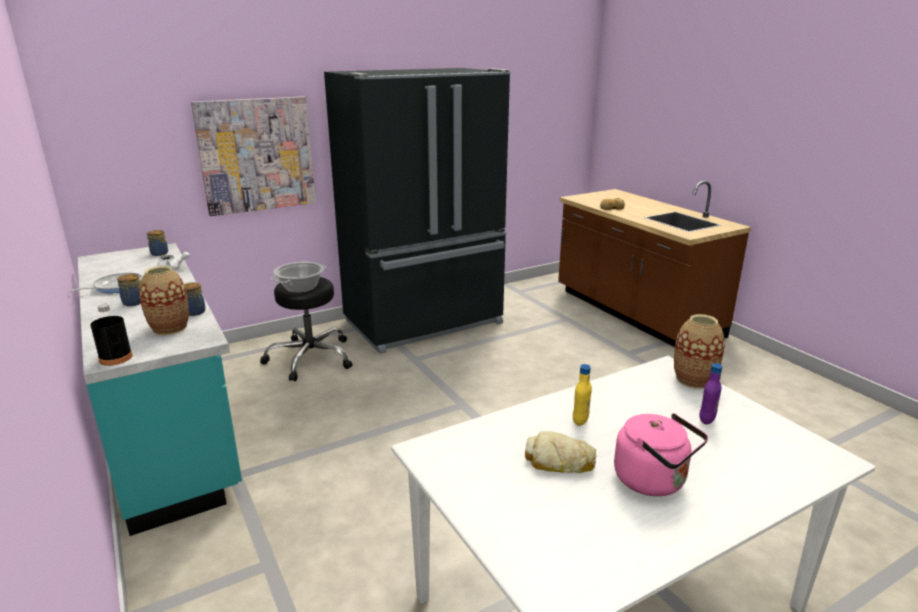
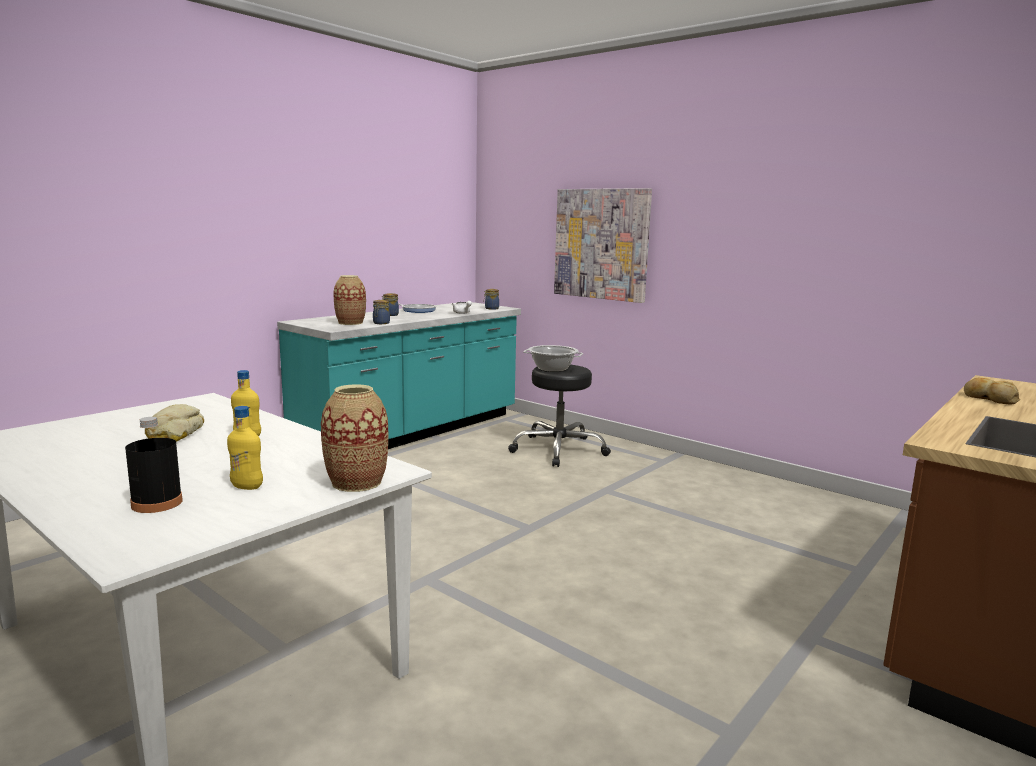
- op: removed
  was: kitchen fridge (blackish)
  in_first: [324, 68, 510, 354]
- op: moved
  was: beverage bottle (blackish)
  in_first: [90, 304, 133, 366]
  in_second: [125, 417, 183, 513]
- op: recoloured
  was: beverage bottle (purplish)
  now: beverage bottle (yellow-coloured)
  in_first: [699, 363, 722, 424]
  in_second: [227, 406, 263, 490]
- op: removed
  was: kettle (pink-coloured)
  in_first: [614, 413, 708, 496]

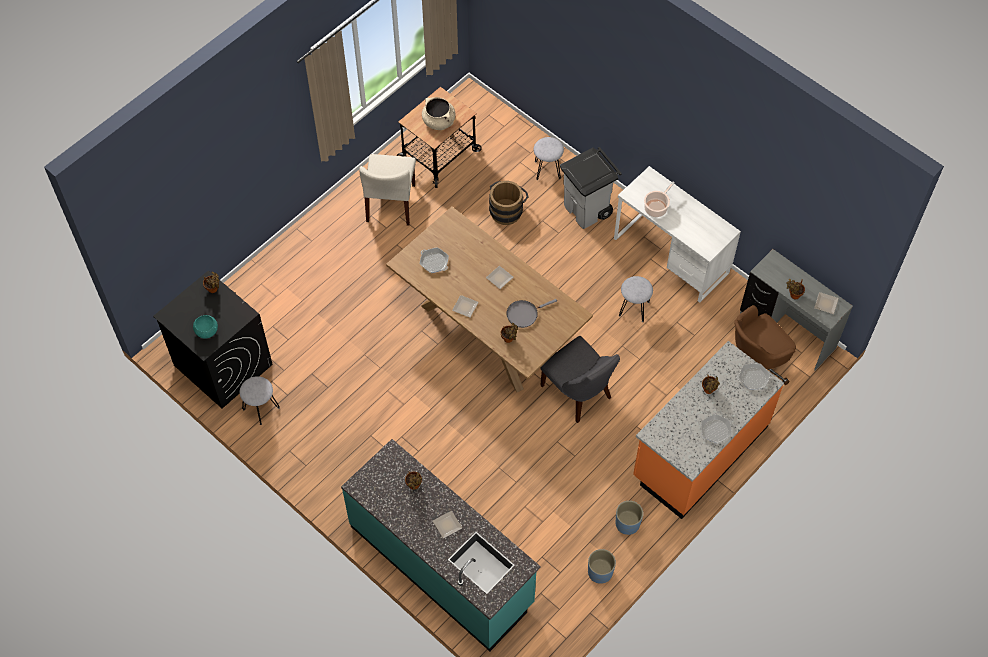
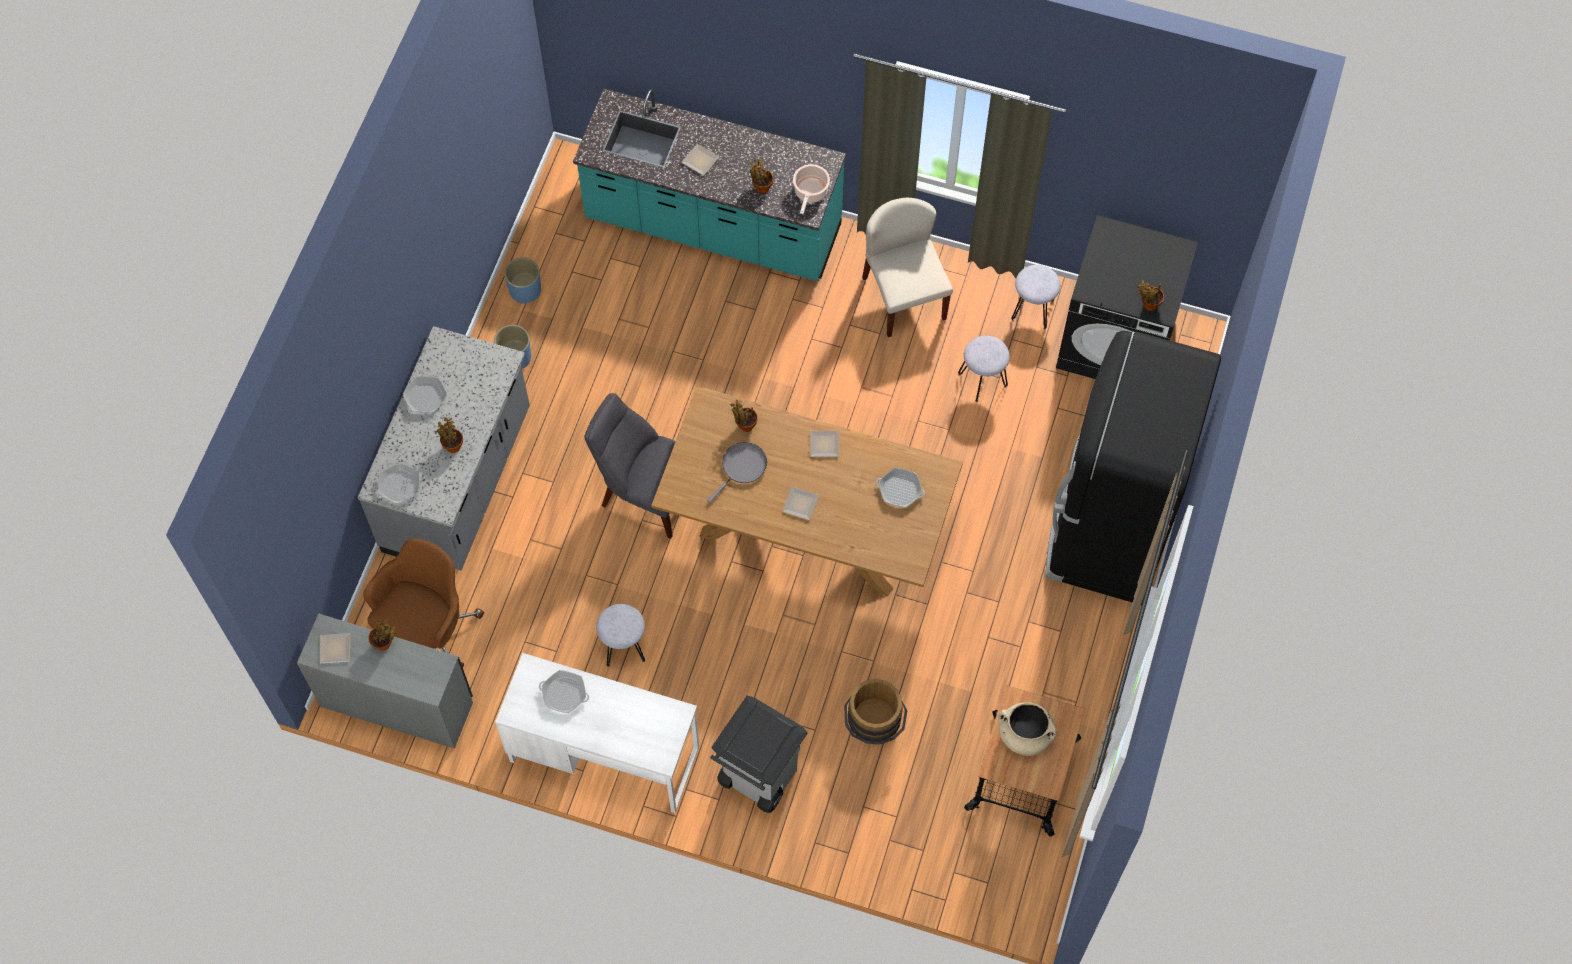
- op: moved
  was: stool (gray)
  in_first: [534, 137, 564, 180]
  in_second: [958, 336, 1010, 402]
- op: moved
  was: chair (beige)
  in_first: [359, 154, 416, 226]
  in_second: [862, 198, 953, 337]
- op: moved
  was: saucepot
  in_first: [644, 182, 675, 217]
  in_second: [793, 164, 830, 214]
- op: removed
  was: deep dish (turquoise)
  in_first: [193, 315, 218, 339]
- op: recoloured
  was: kitchen base unit (orange)
  now: kitchen base unit (gray)
  in_first: [633, 341, 784, 519]
  in_second: [358, 326, 530, 571]
- op: added
  now: kitchen fridge (blackish)
  in_second: [1046, 331, 1221, 605]
- op: added
  now: frying pan
  in_second: [539, 670, 589, 713]

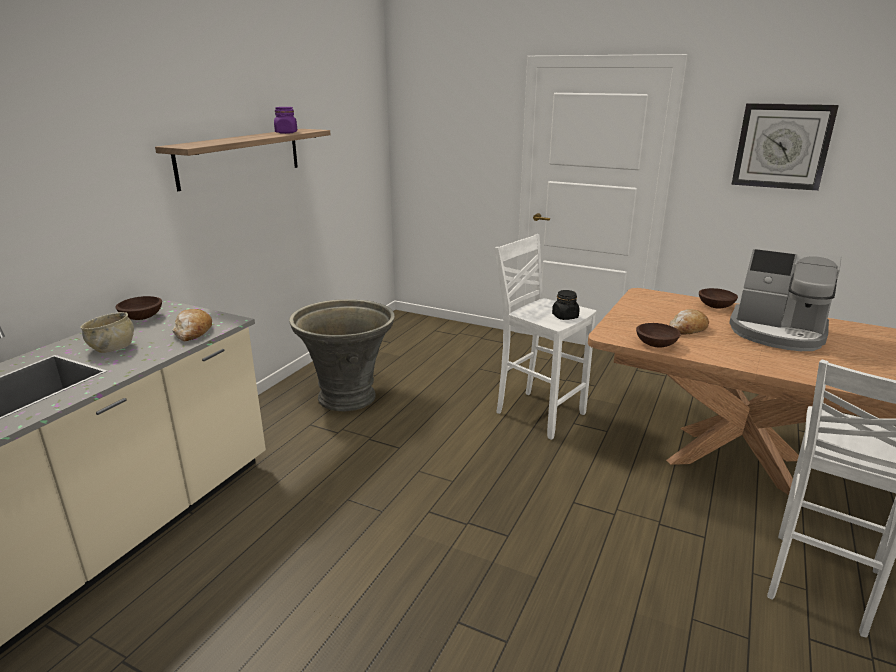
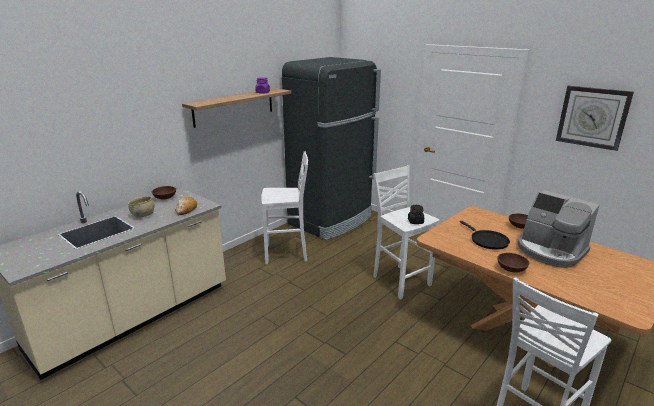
- op: replaced
  was: plant pot (gray)
  now: stool (white)
  in_first: [289, 299, 395, 411]
  in_second: [261, 151, 308, 264]
- op: replaced
  was: bakery bread
  now: frying pan (blackish)
  in_first: [669, 309, 709, 335]
  in_second: [460, 221, 510, 250]
- op: moved
  was: deep dish (brown-coloured)
  in_first: [636, 323, 681, 347]
  in_second: [497, 253, 529, 273]
- op: added
  now: kitchen fridge (blackish)
  in_second: [282, 57, 381, 240]

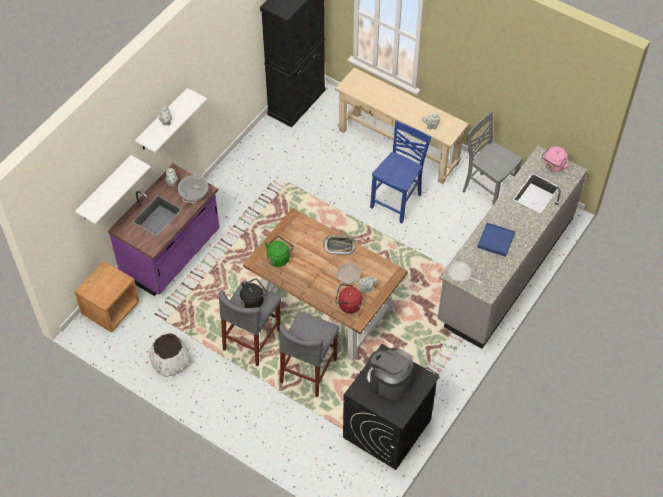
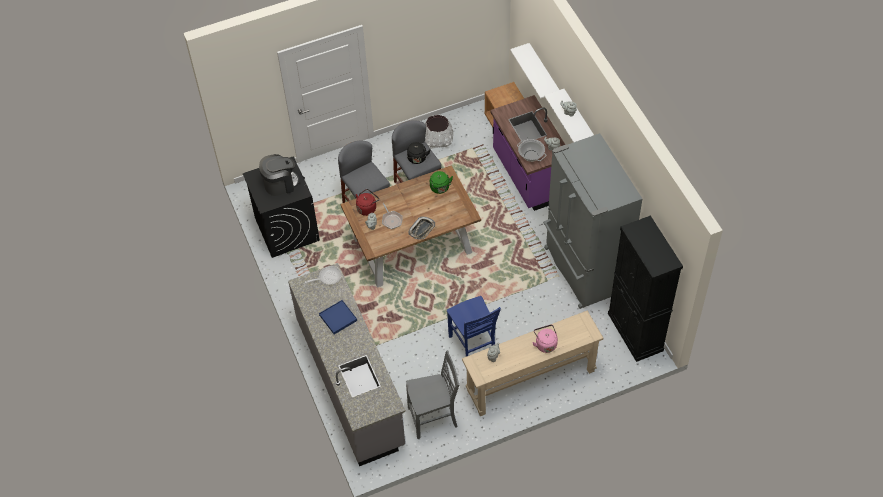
- op: moved
  was: kettle (pink-coloured)
  in_first: [542, 147, 570, 172]
  in_second: [532, 325, 558, 353]
- op: added
  now: kitchen fridge (gray)
  in_second: [543, 133, 642, 309]

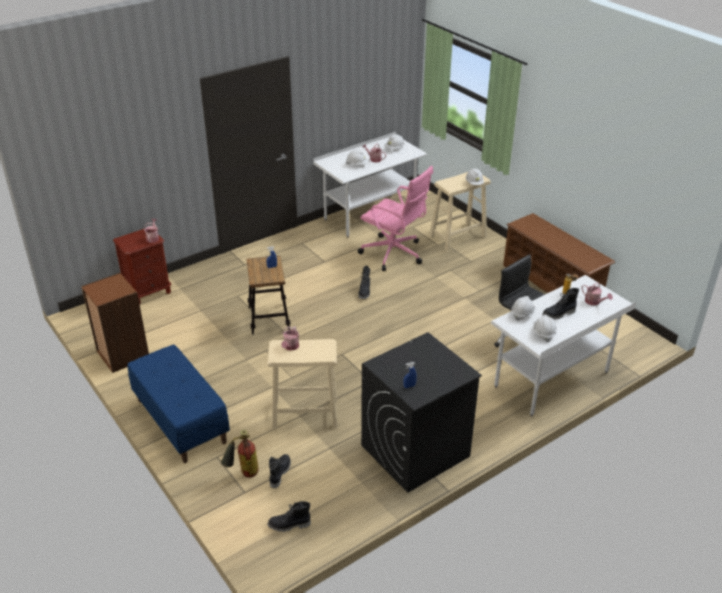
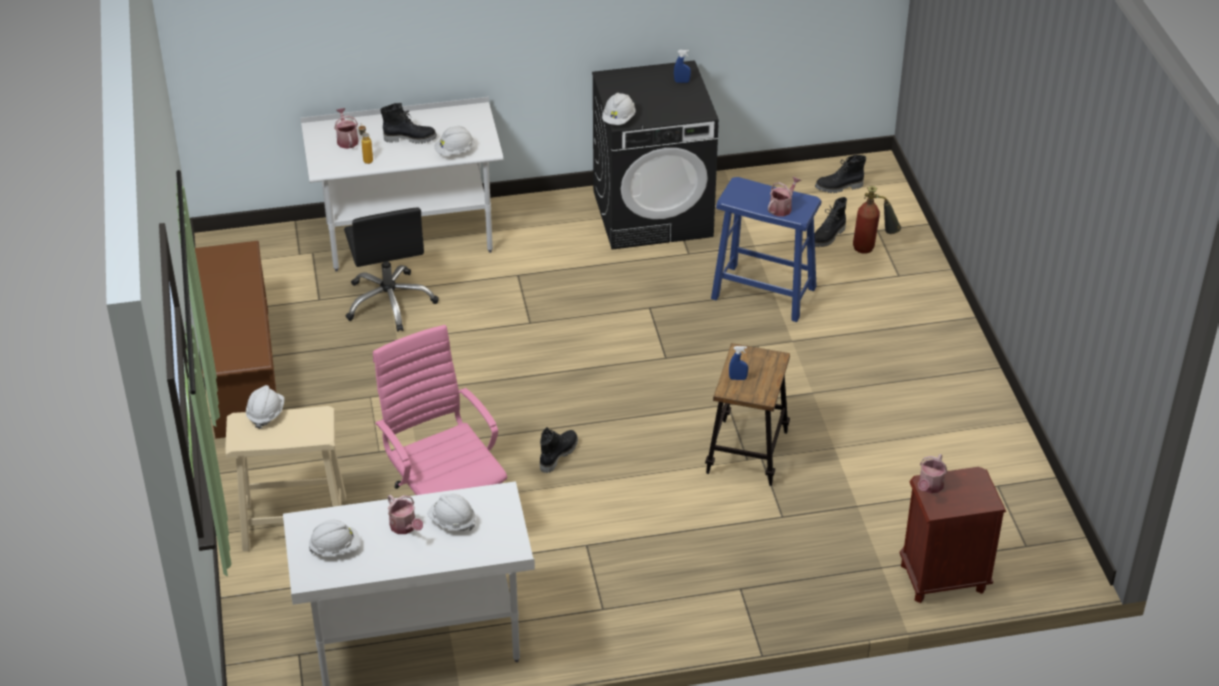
- op: removed
  was: shelving unit (brown-coloured)
  in_first: [81, 273, 149, 373]
- op: moved
  was: safety helmet (white)
  in_first: [533, 314, 557, 342]
  in_second: [602, 93, 636, 125]
- op: recoloured
  was: stool (beige)
  now: stool (bluish)
  in_first: [268, 339, 337, 429]
  in_second: [711, 177, 821, 322]
- op: removed
  was: bench (bluish)
  in_first: [127, 345, 230, 463]
- op: turned
  was: high-top boot (blackish)
  in_first: [268, 501, 311, 532]
  in_second: [815, 155, 866, 193]
  clockwise: 150

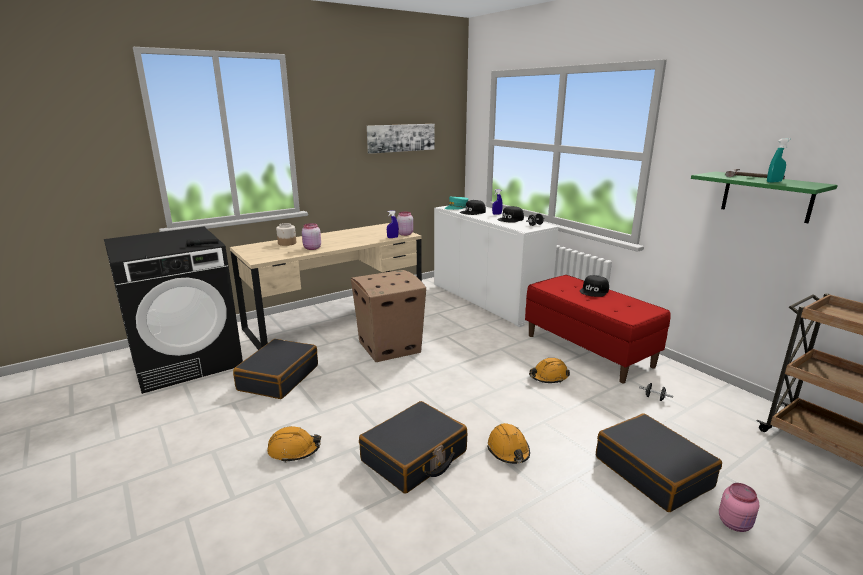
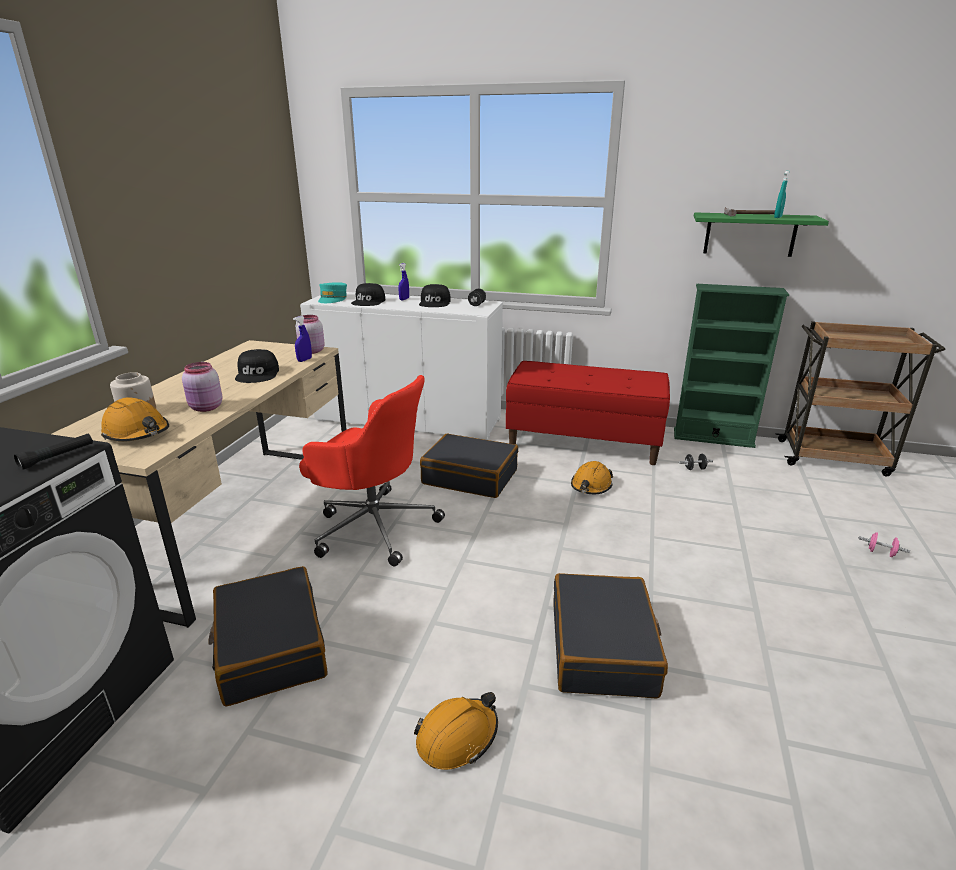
- op: removed
  was: picture
  in_first: [367, 124, 435, 154]
- op: replaced
  was: cardboard box
  now: desk chair (reddish)
  in_first: [351, 270, 426, 362]
  in_second: [299, 375, 445, 567]
- op: moved
  was: peaked cap (blackish)
  in_first: [580, 275, 609, 297]
  in_second: [235, 349, 279, 383]
- op: moved
  was: suitcase (blackish)
  in_first: [596, 413, 722, 512]
  in_second: [420, 434, 518, 498]
- op: moved
  was: safety helmet (orange)
  in_first: [487, 423, 530, 464]
  in_second: [101, 397, 169, 442]
- op: replaced
  was: preserve jar (pink-coloured)
  now: free weight (pink-coloured)
  in_first: [719, 483, 759, 532]
  in_second: [858, 532, 910, 557]
- op: added
  now: shelving unit (green)
  in_second: [674, 284, 789, 448]

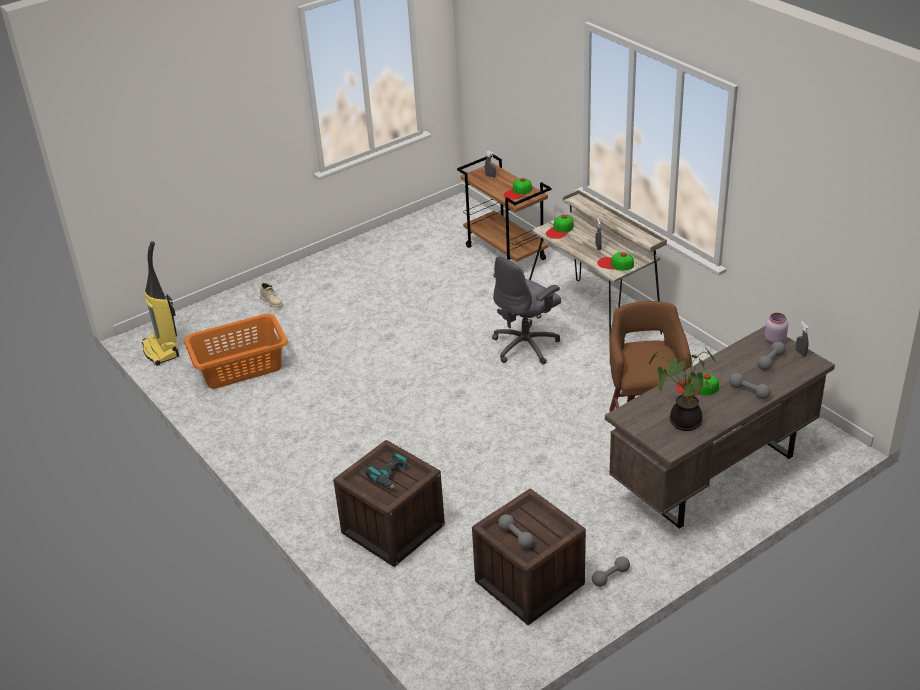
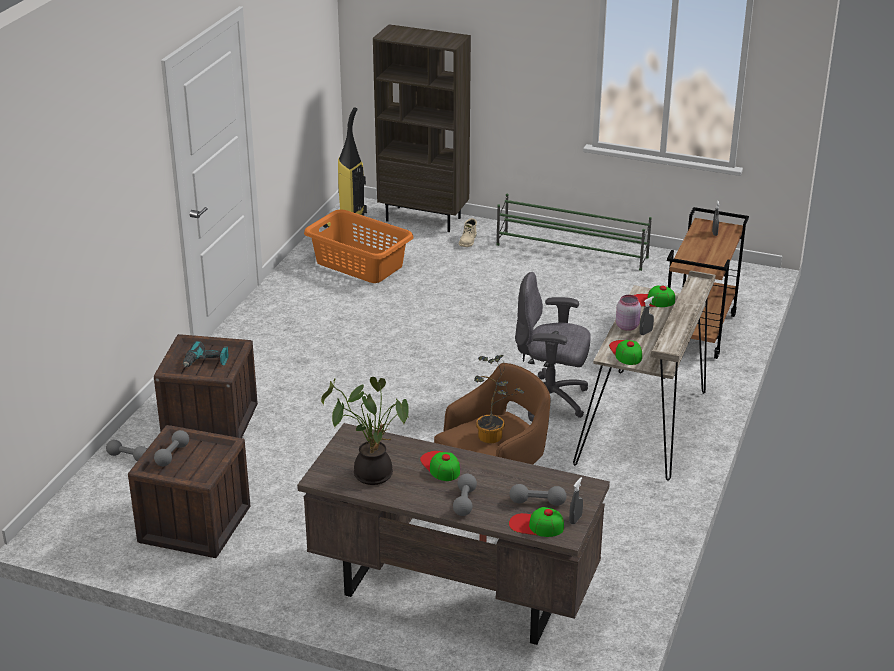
- op: moved
  was: peaked cap
  in_first: [504, 178, 532, 200]
  in_second: [509, 507, 564, 537]
- op: moved
  was: preserve jar (pink-coloured)
  in_first: [765, 313, 788, 344]
  in_second: [616, 295, 641, 331]
- op: moved
  was: free weight (gray)
  in_first: [592, 557, 630, 587]
  in_second: [106, 440, 147, 461]
- op: added
  now: shelving unit (brown-coloured)
  in_second: [373, 24, 471, 232]
- op: added
  now: shoe shelf (green)
  in_second: [496, 194, 652, 271]
- op: added
  now: plant in a pot
  in_second: [474, 355, 524, 443]

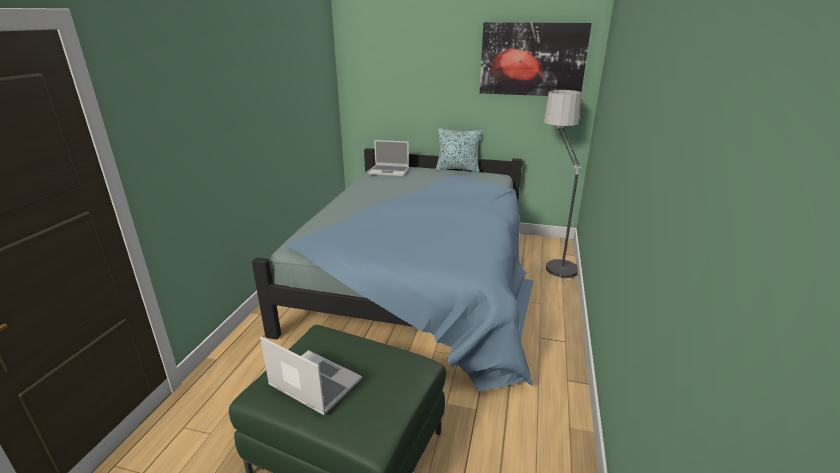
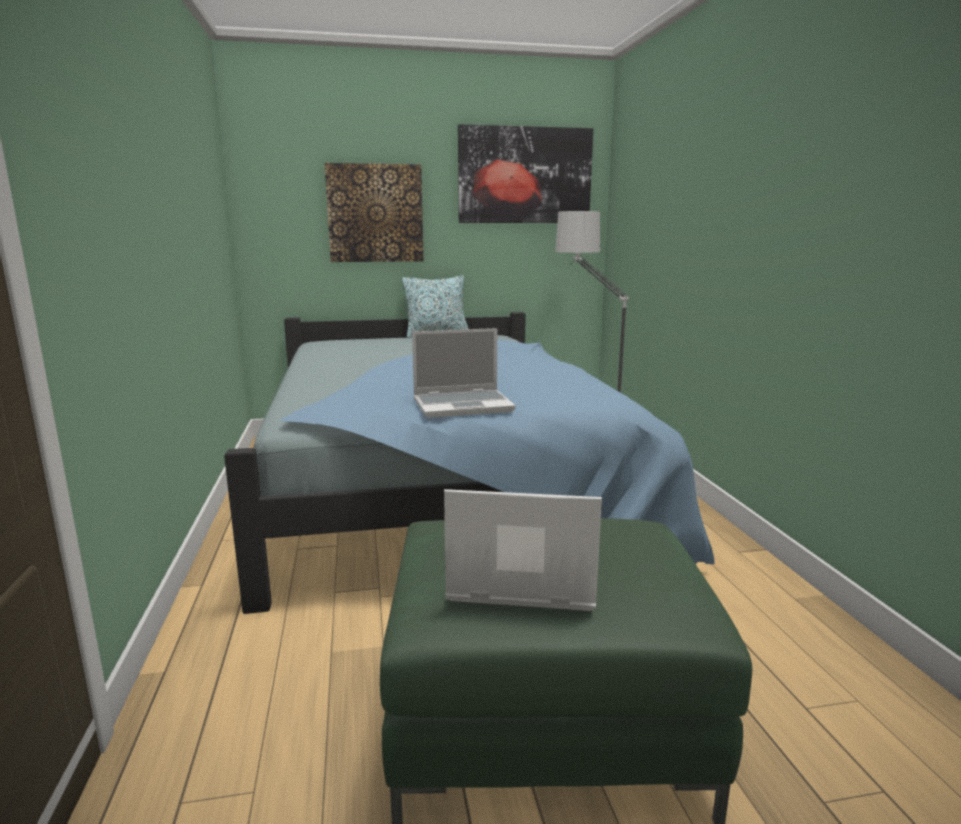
- op: moved
  was: laptop
  in_first: [369, 140, 409, 177]
  in_second: [412, 328, 516, 418]
- op: added
  now: picture
  in_second: [324, 163, 424, 262]

